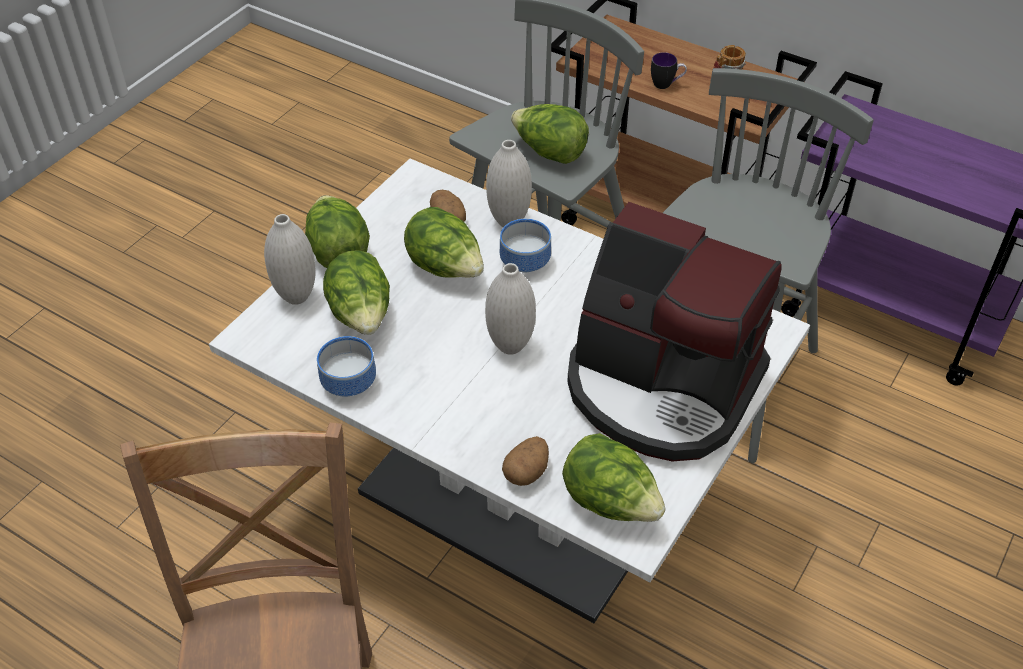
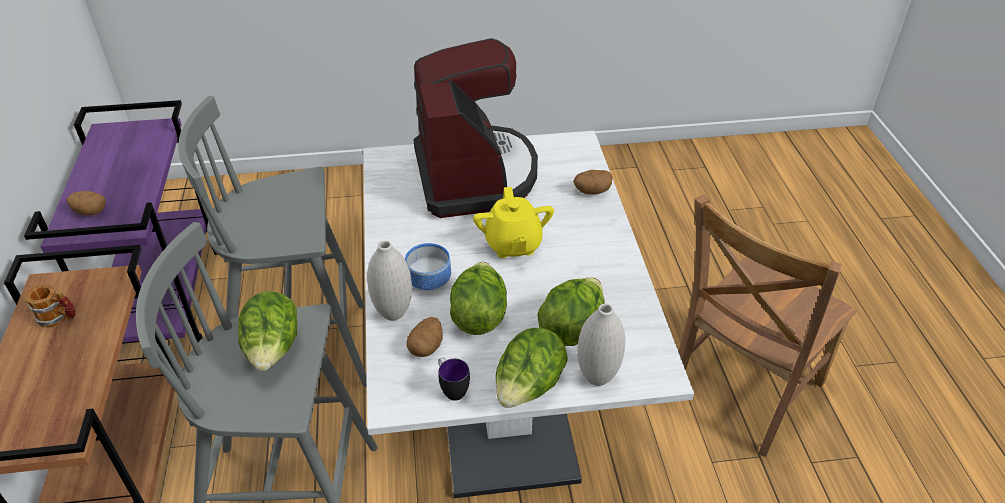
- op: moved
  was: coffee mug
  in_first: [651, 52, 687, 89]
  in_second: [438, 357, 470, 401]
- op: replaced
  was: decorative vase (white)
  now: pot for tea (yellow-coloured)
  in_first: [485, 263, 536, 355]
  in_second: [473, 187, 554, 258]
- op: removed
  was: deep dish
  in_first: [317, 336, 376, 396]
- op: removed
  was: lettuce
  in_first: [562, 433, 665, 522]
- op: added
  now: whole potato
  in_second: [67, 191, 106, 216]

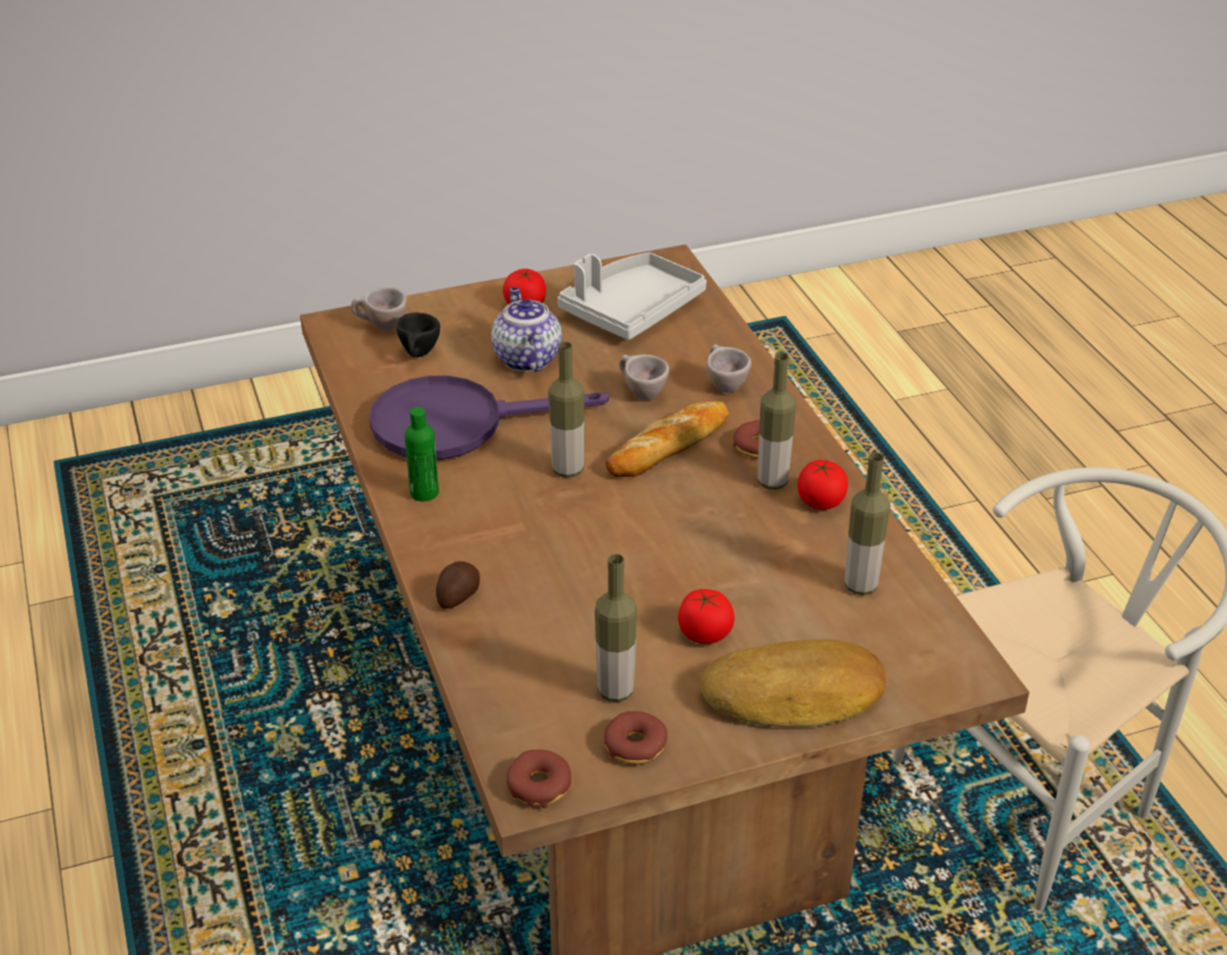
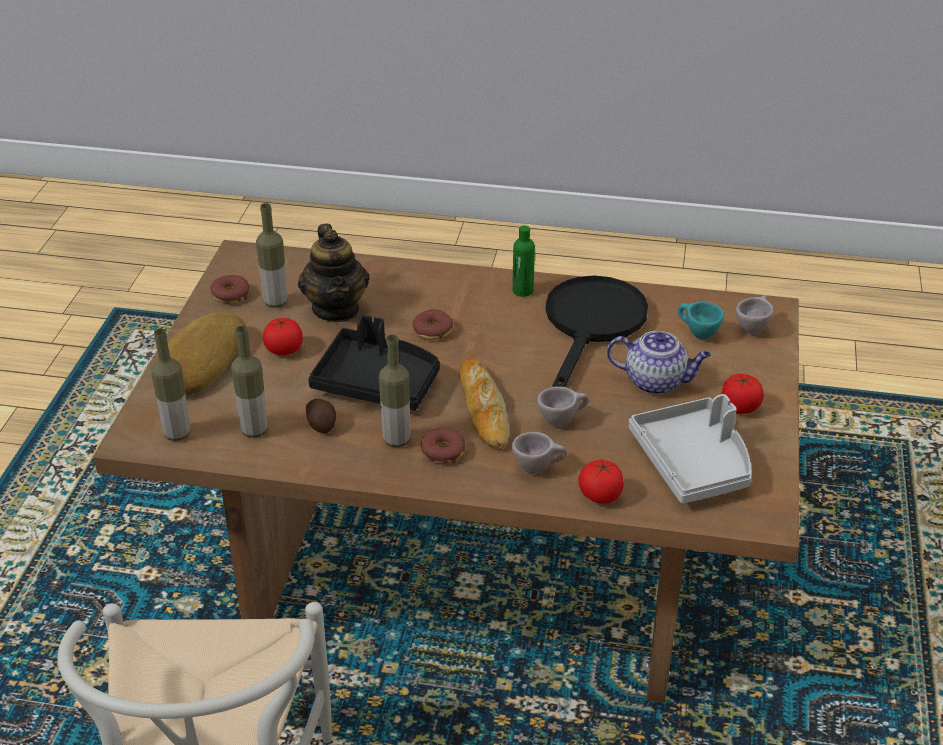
- op: recoloured
  was: cup (blackish)
  now: cup (turquoise)
  in_first: [396, 313, 440, 357]
  in_second: [677, 302, 724, 339]
- op: moved
  was: beverage bottle
  in_first: [548, 342, 584, 478]
  in_second: [151, 328, 190, 441]
- op: recoloured
  was: frying pan (purplish)
  now: frying pan (blackish)
  in_first: [369, 375, 609, 460]
  in_second: [546, 276, 648, 387]
- op: moved
  was: tomato
  in_first: [797, 460, 848, 510]
  in_second: [578, 460, 624, 504]
- op: moved
  was: whole potato
  in_first: [436, 561, 480, 609]
  in_second: [306, 399, 336, 433]
- op: moved
  was: ring doughnut
  in_first: [506, 750, 571, 808]
  in_second: [412, 309, 453, 340]
- op: added
  now: pot for tea
  in_second: [298, 224, 369, 322]
- op: added
  now: tray (blackish)
  in_second: [308, 315, 440, 410]

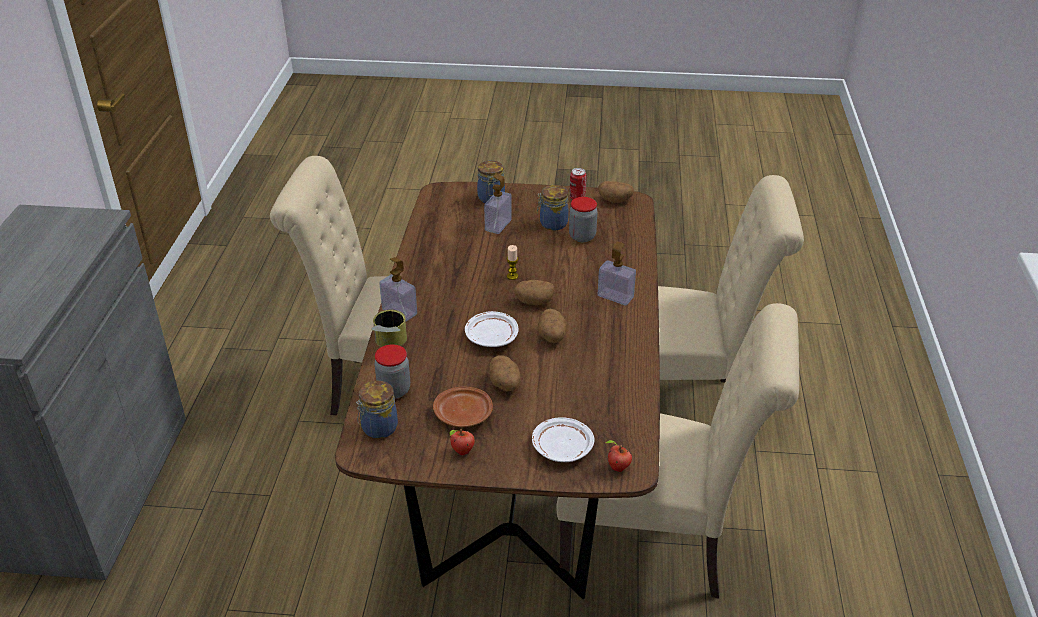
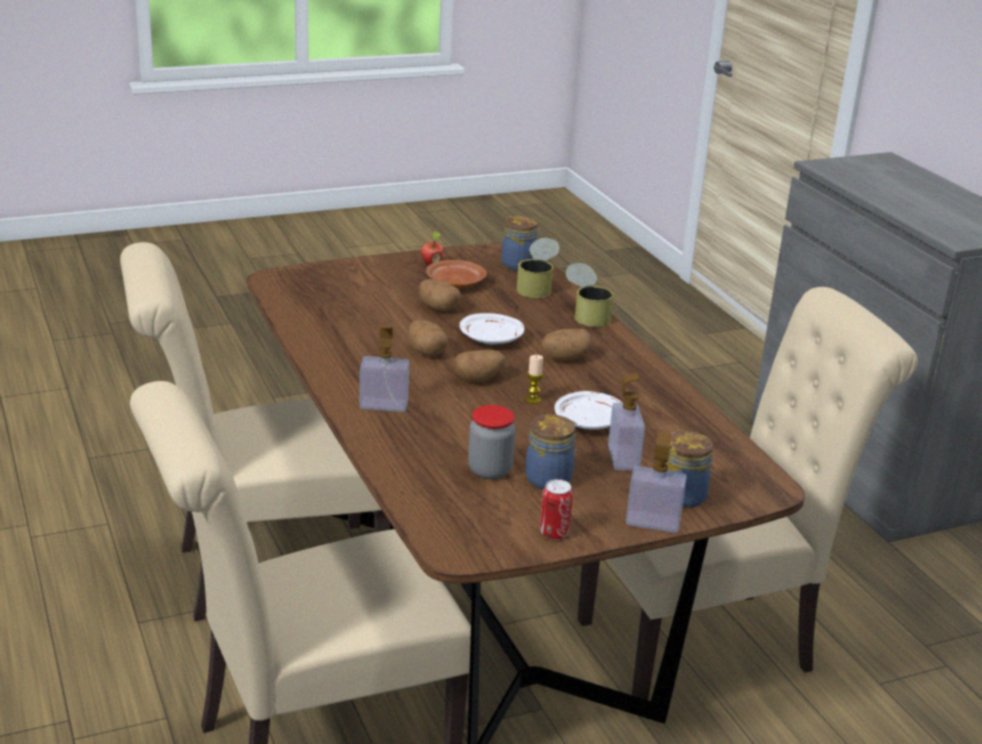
- op: moved
  was: whole potato
  in_first: [598, 181, 634, 203]
  in_second: [541, 329, 591, 360]
- op: moved
  was: soap dispenser
  in_first: [379, 257, 417, 322]
  in_second: [626, 432, 686, 533]
- op: replaced
  was: preserve jar
  now: sealed can
  in_first: [374, 344, 410, 399]
  in_second: [516, 238, 560, 298]
- op: moved
  was: dinner plate (white)
  in_first: [532, 418, 595, 462]
  in_second: [554, 391, 623, 430]
- op: removed
  was: apple fruit
  in_first: [606, 440, 632, 472]

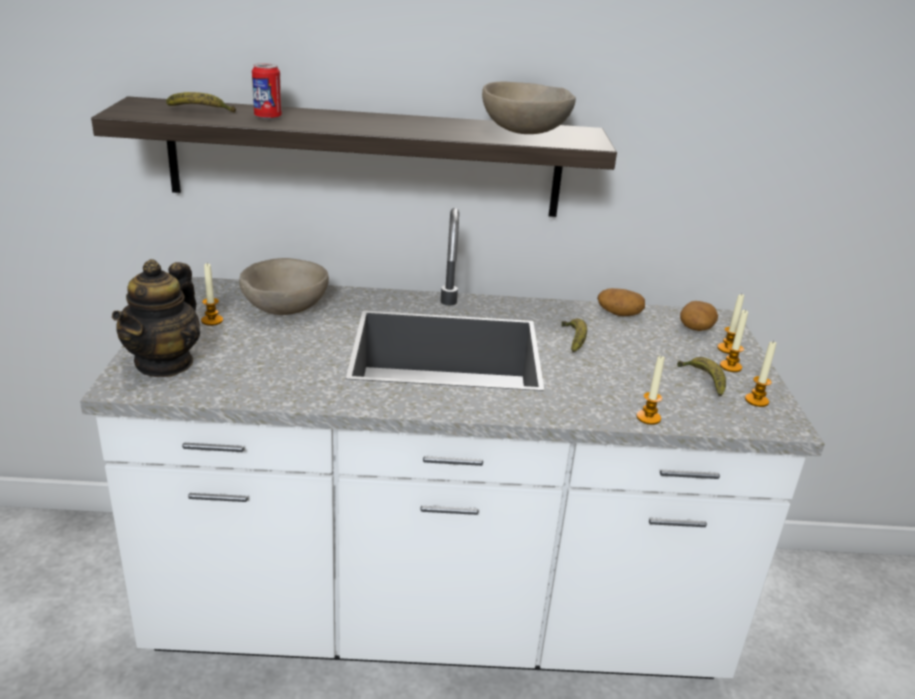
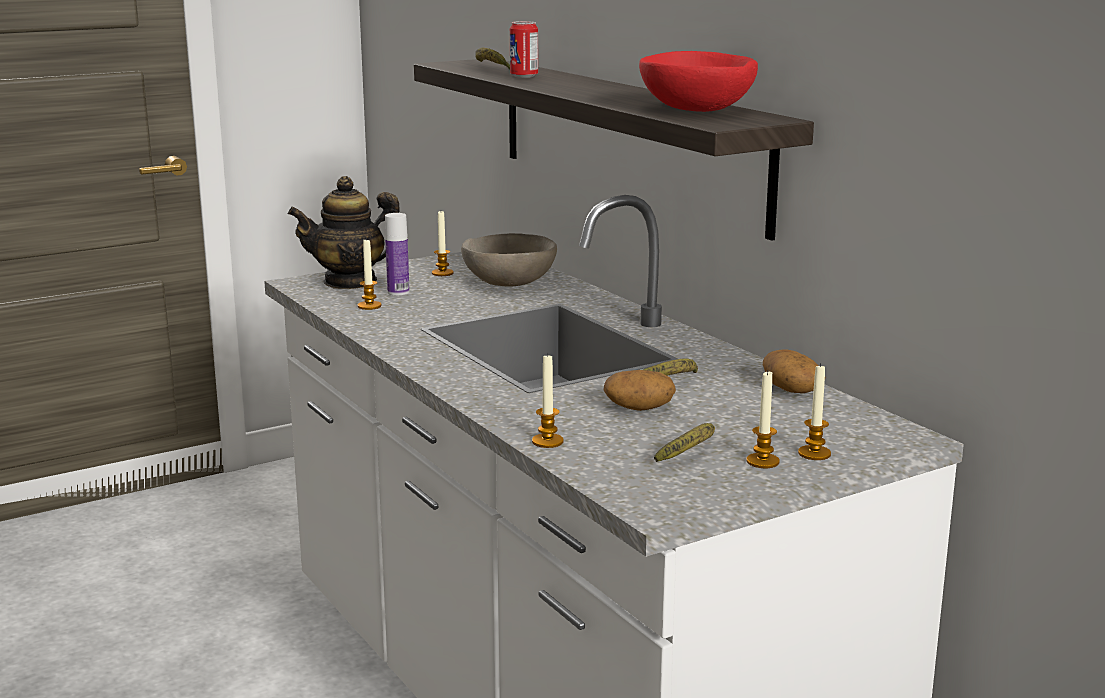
- op: recoloured
  was: deep dish (beige)
  now: deep dish (reddish)
  in_first: [482, 81, 576, 134]
  in_second: [639, 51, 758, 112]
- op: moved
  was: whole potato
  in_first: [680, 301, 718, 331]
  in_second: [603, 370, 676, 411]
- op: moved
  was: candle
  in_first: [745, 340, 777, 407]
  in_second: [358, 237, 381, 310]
- op: added
  now: beverage bottle
  in_second: [385, 213, 409, 296]

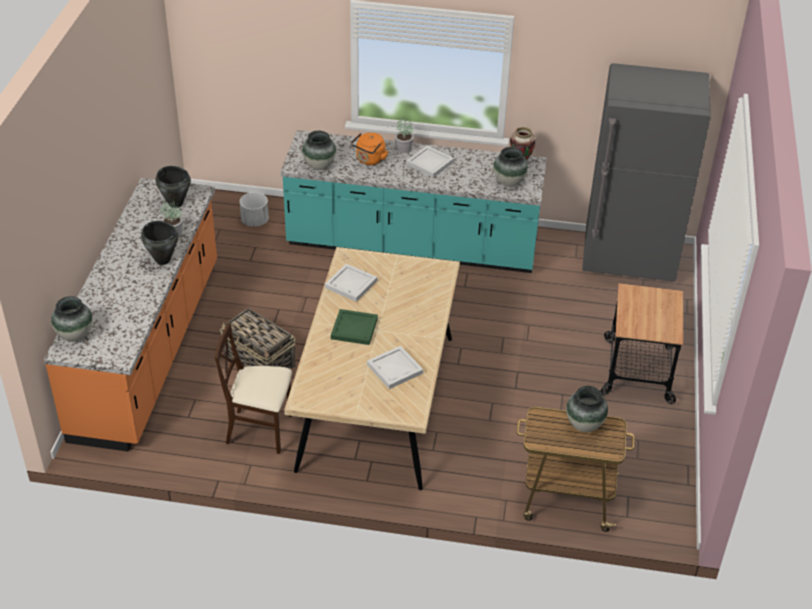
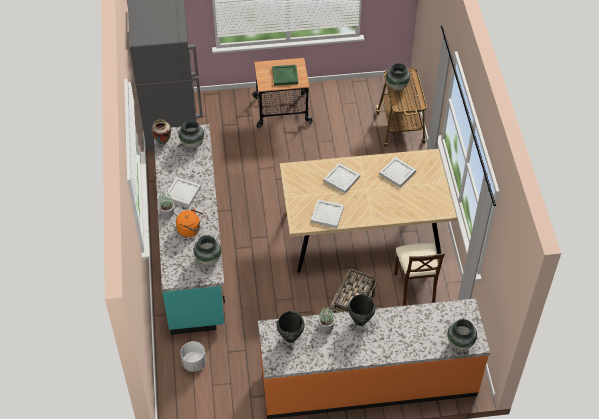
- op: moved
  was: tray (green)
  in_first: [331, 309, 378, 345]
  in_second: [272, 65, 298, 86]
- op: added
  now: tray (white)
  in_second: [323, 163, 360, 193]

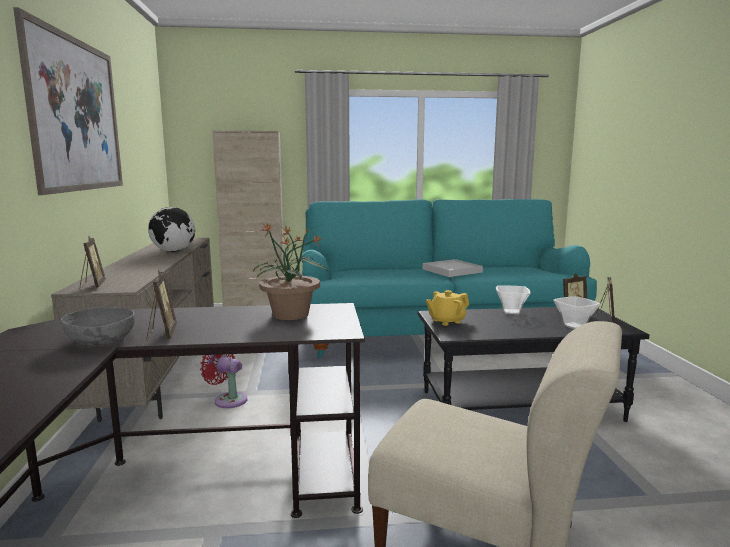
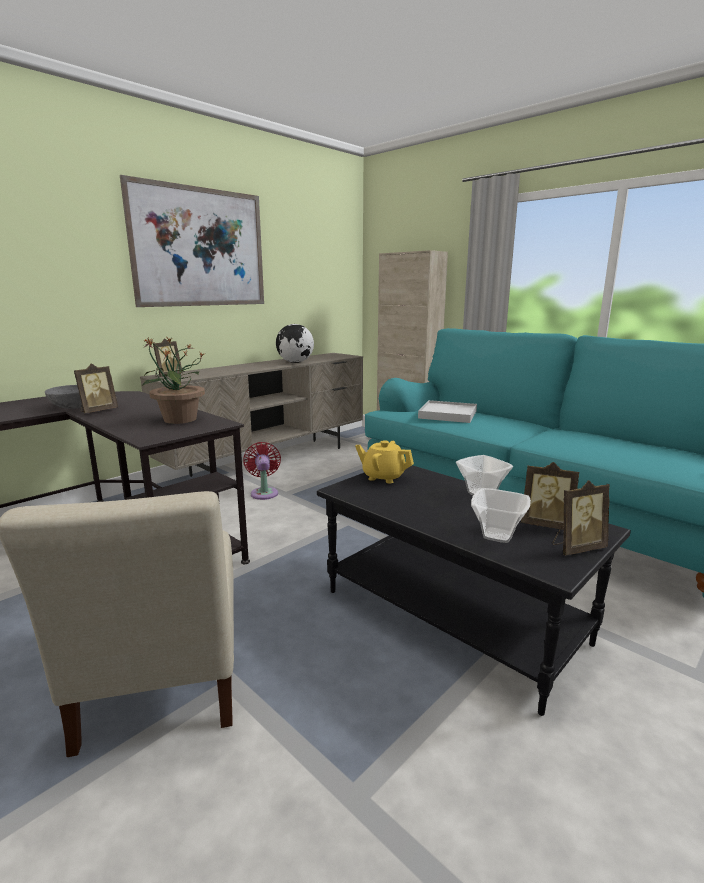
- op: moved
  was: tray (white)
  in_first: [423, 259, 483, 277]
  in_second: [418, 400, 477, 423]

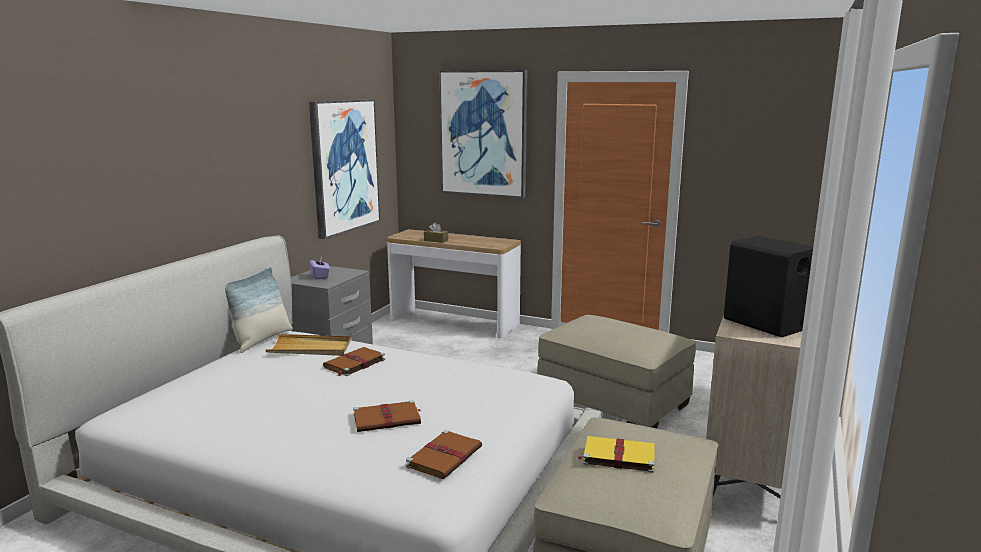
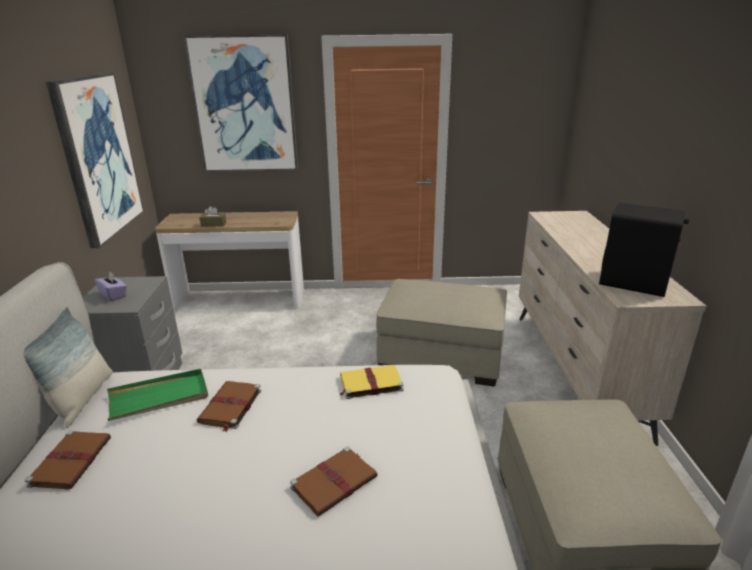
- op: recoloured
  was: tray (beige)
  now: tray (green)
  in_first: [265, 334, 352, 356]
  in_second: [107, 369, 208, 421]
- op: moved
  was: volume (brown-coloured)
  in_first: [406, 430, 482, 479]
  in_second: [25, 431, 111, 490]
- op: moved
  was: volume (yellow-coloured)
  in_first: [577, 436, 655, 473]
  in_second: [340, 365, 403, 399]

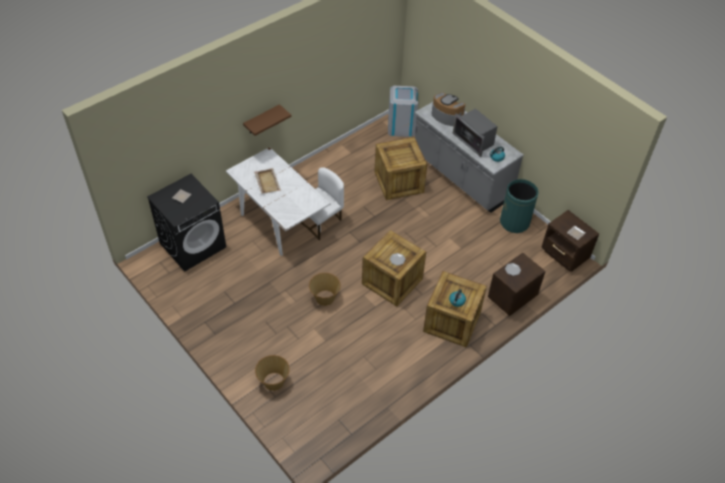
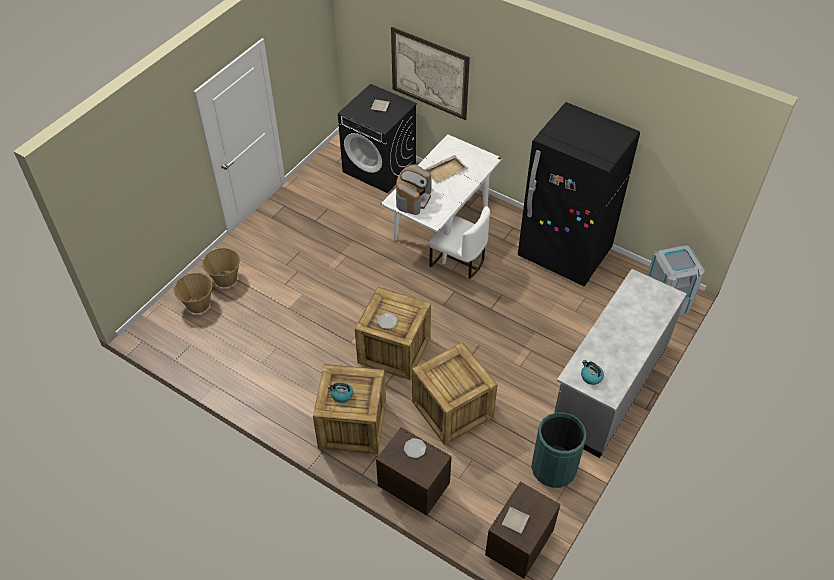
- op: moved
  was: coffee maker
  in_first: [432, 92, 465, 126]
  in_second: [396, 164, 432, 215]
- op: removed
  was: bracket shelf (brown-coloured)
  in_first: [243, 104, 291, 136]
- op: removed
  was: microwave oven
  in_first: [453, 108, 498, 157]
- op: moved
  was: crate
  in_first: [375, 137, 427, 200]
  in_second: [412, 342, 498, 445]
- op: moved
  was: basket
  in_first: [309, 273, 341, 306]
  in_second: [174, 273, 212, 313]
- op: added
  now: picture
  in_second: [391, 27, 470, 120]
- op: added
  now: kitchen fridge (blackish)
  in_second: [518, 102, 640, 286]

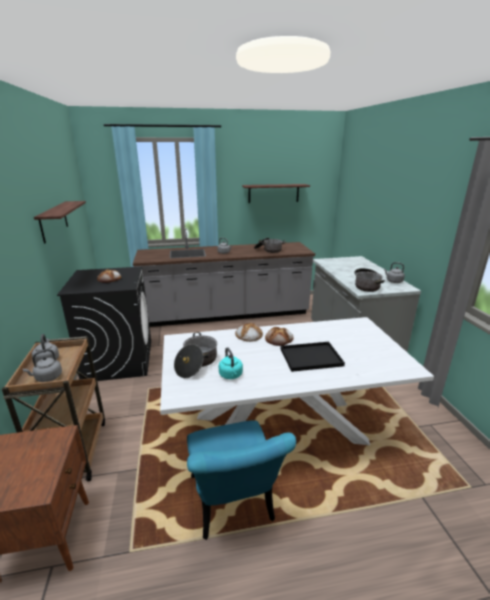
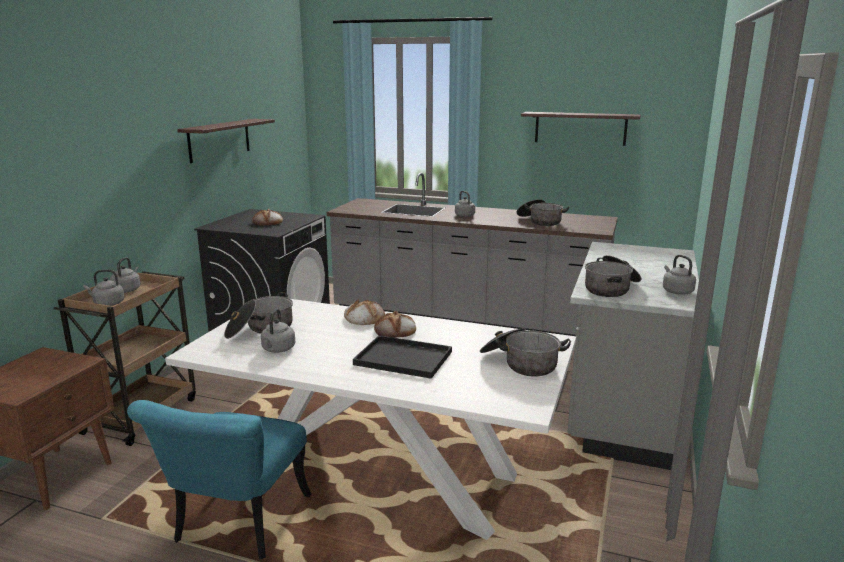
- op: recoloured
  was: kettle (turquoise)
  now: kettle (gray)
  in_first: [219, 347, 243, 379]
  in_second: [261, 309, 295, 353]
- op: added
  now: saucepot
  in_second: [480, 328, 571, 377]

